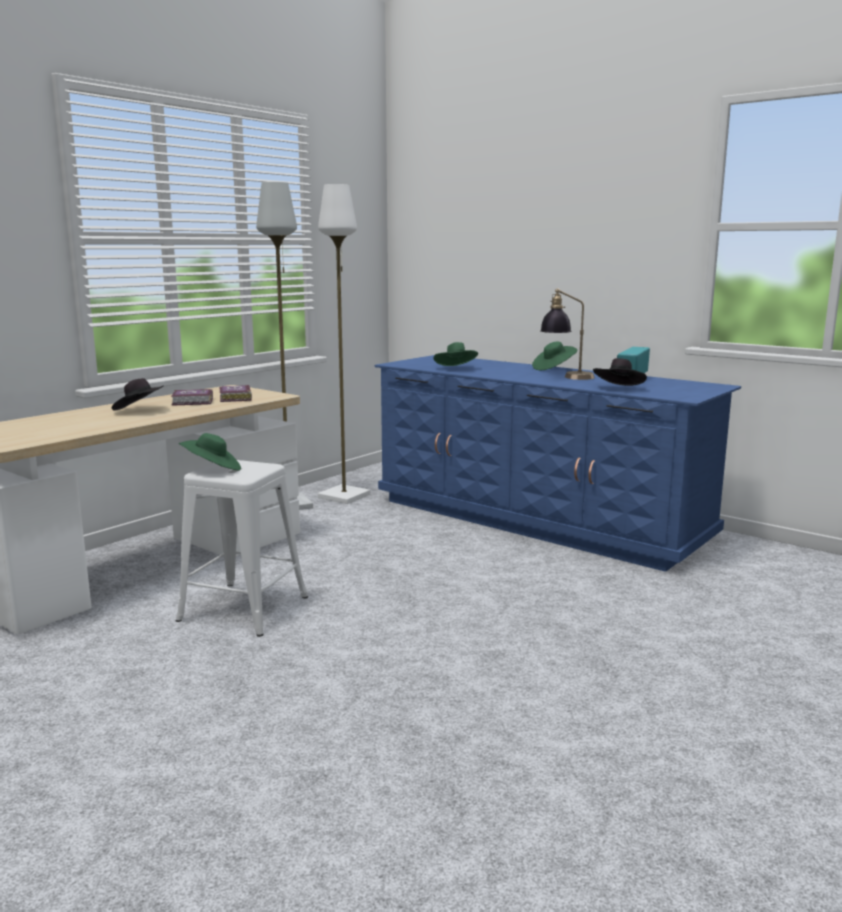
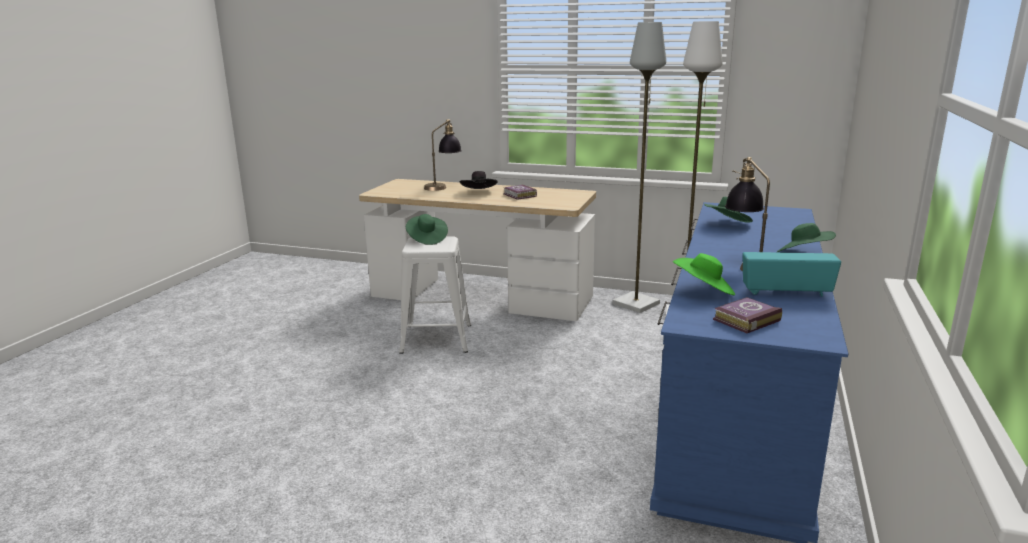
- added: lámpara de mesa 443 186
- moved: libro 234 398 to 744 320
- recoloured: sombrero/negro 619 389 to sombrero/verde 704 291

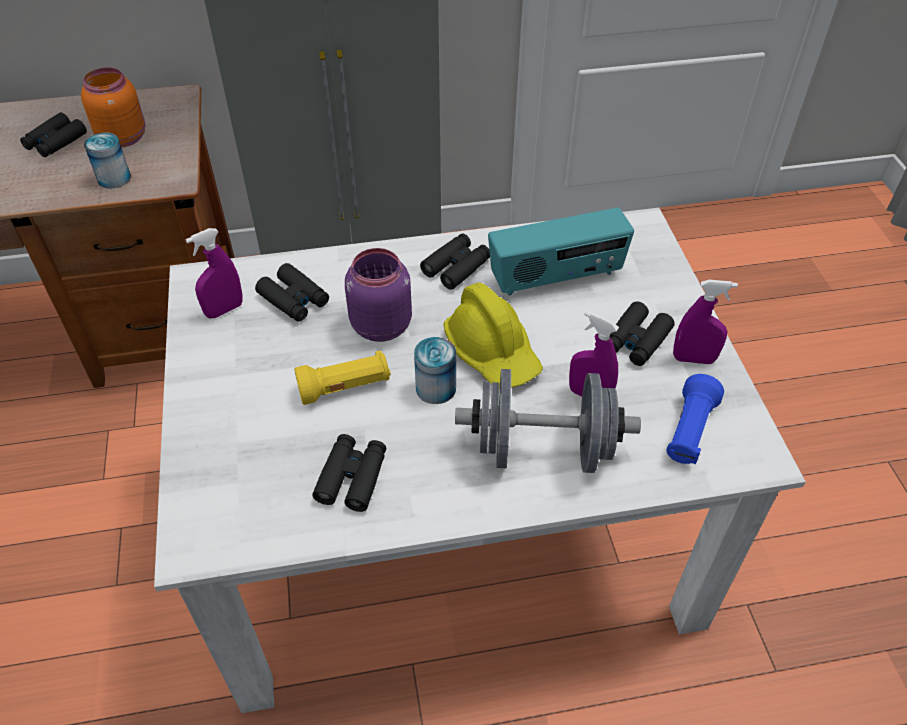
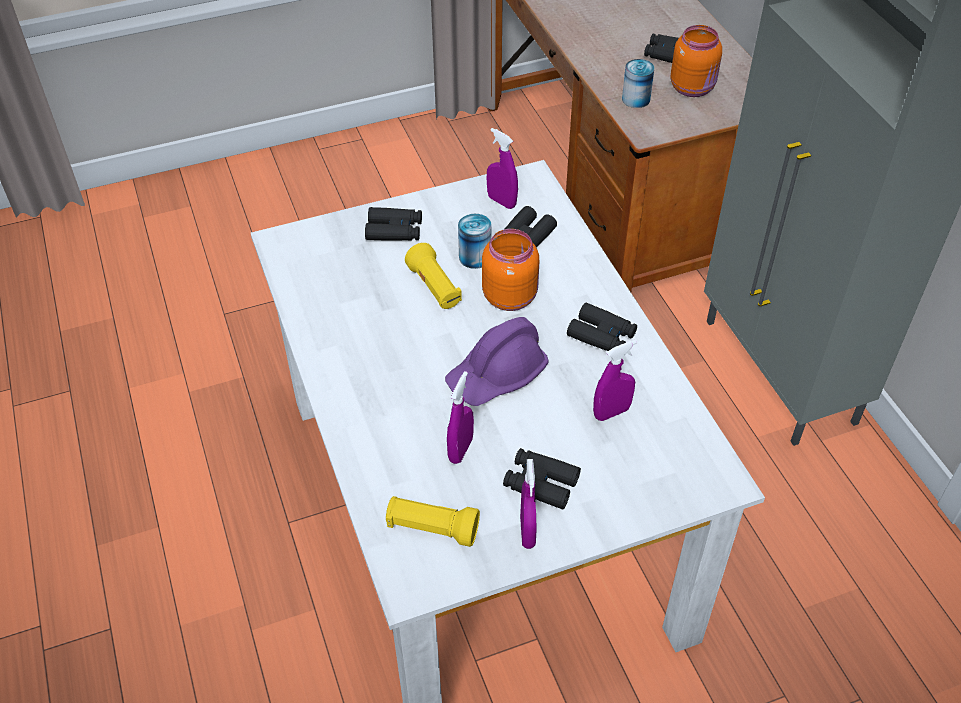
- removed: mancuerna/gris 543 449
- moved: prismáticos/negro 352 477 to 394 230
- moved: lata 436 388 to 475 257
- replaced: radio 556 278 to pulverizador/morado 611 412
- recoloured: tarro/morado 379 325 to tarro/naranja 510 296
- recoloured: casco/amarillo 492 352 to casco/morado 497 375
- recoloured: linterna/azul 689 432 to linterna/amarillo 432 528

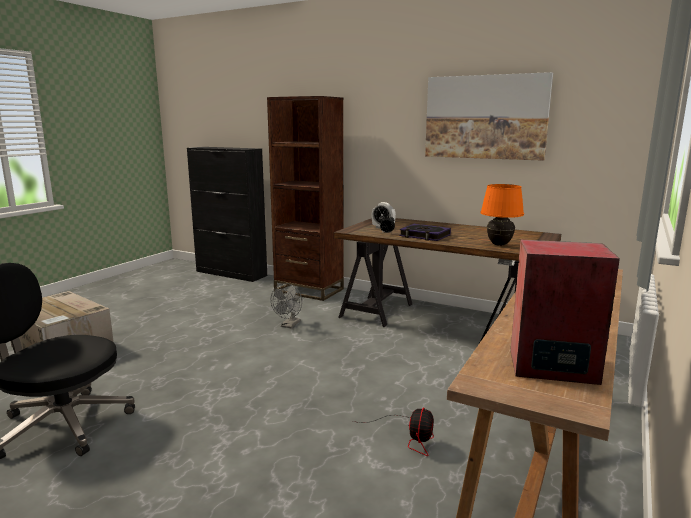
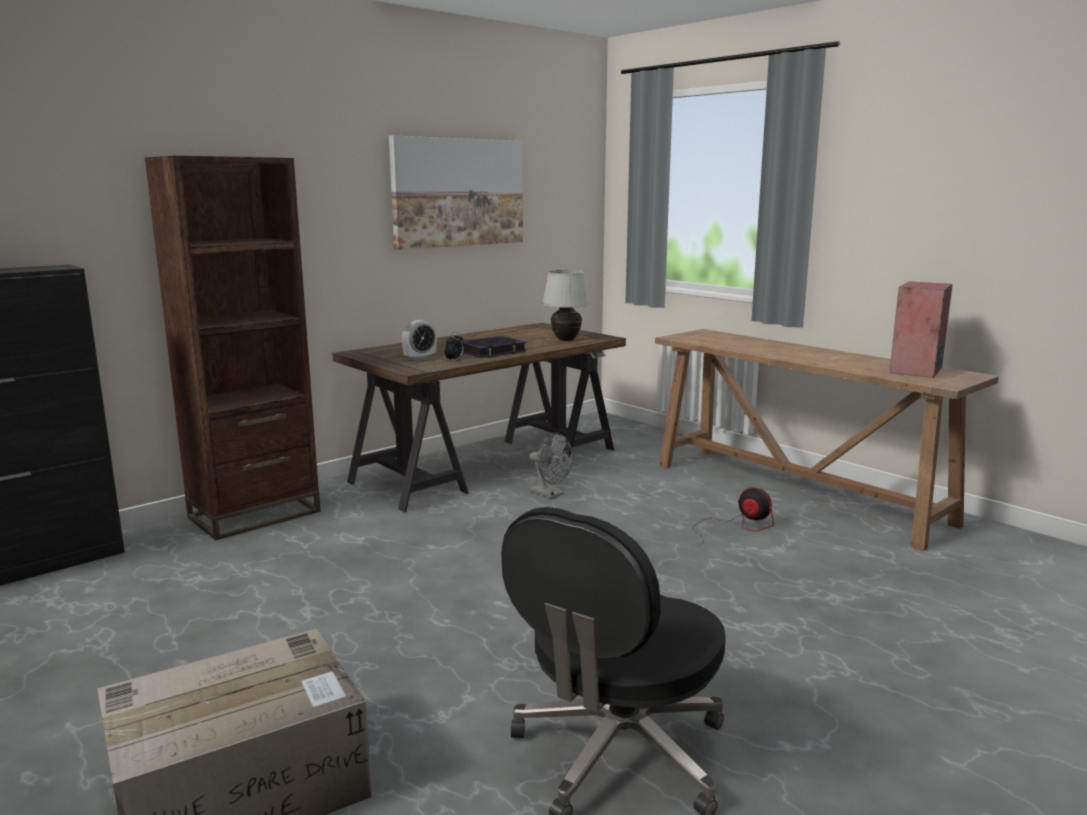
- moved: ventilador/gris 289 325 to 550 494
- recoloured: lámpara de mesa/naranja 499 245 to lámpara de mesa/blanco 566 340

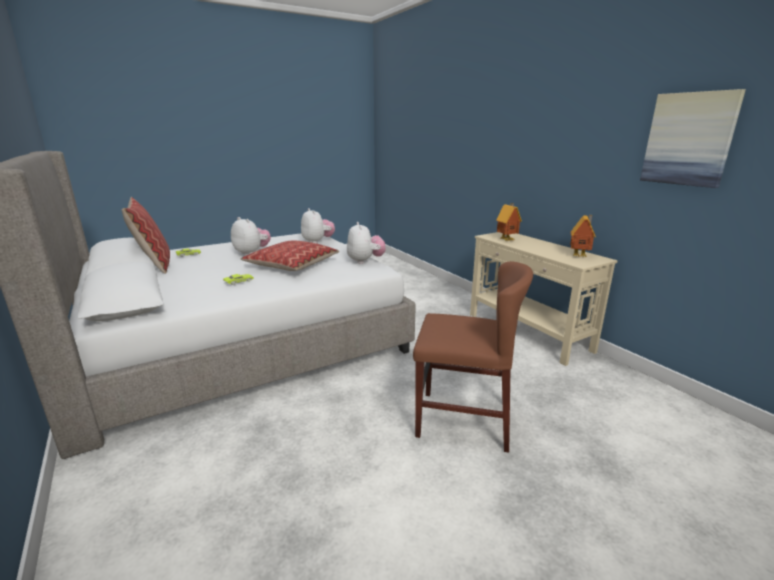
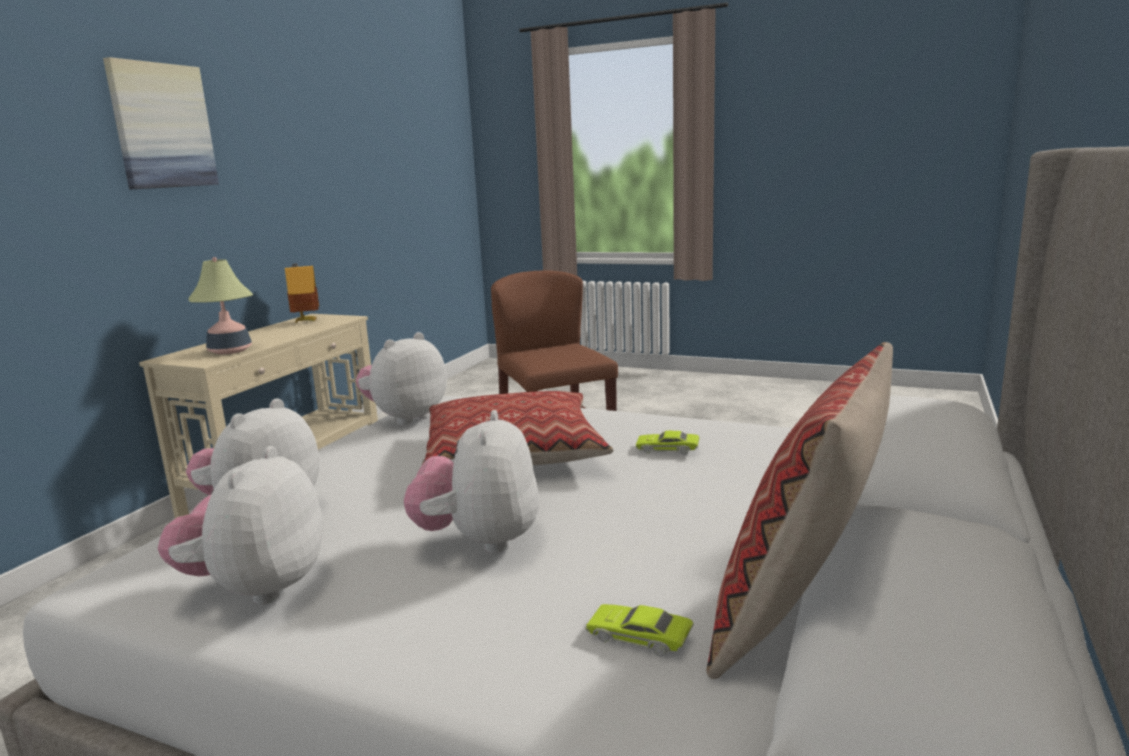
- added: peluche 257 588
- moved: cuadro 689 139 to 162 126
- replaced: casita 507 240 to lámpara de mesa 230 350

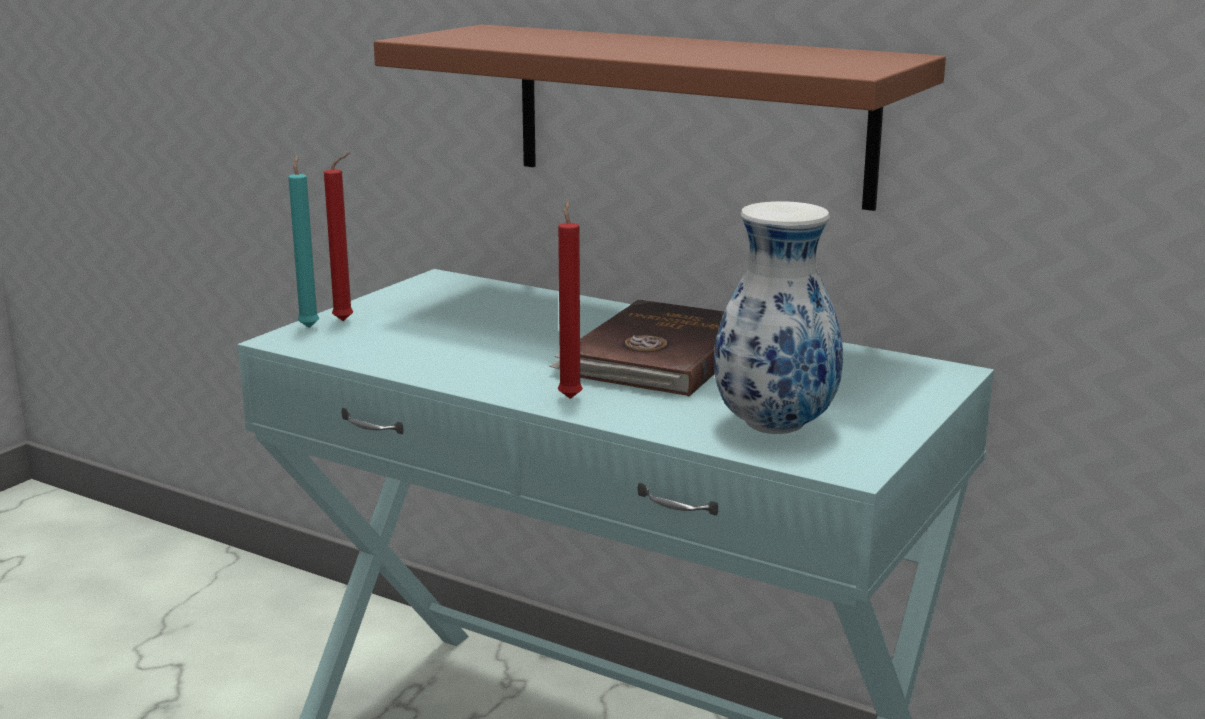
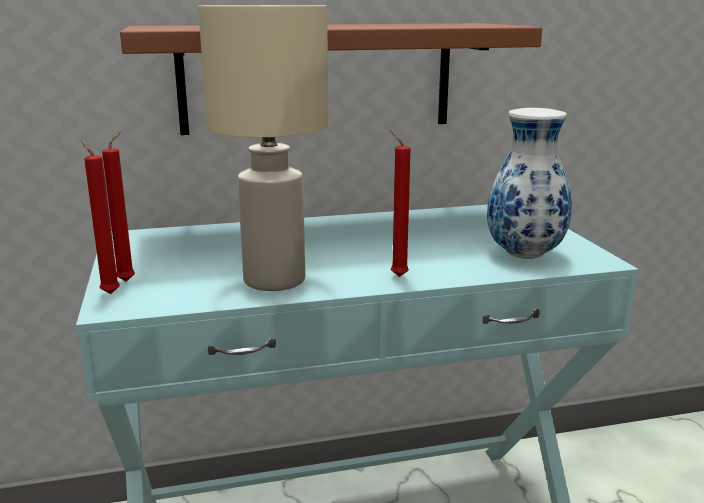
- removed: libro/marrón 657 356
- added: lámpara de mesa/beis 274 280
- recoloured: vela/turquesa 309 326 to vela/rojo 109 293

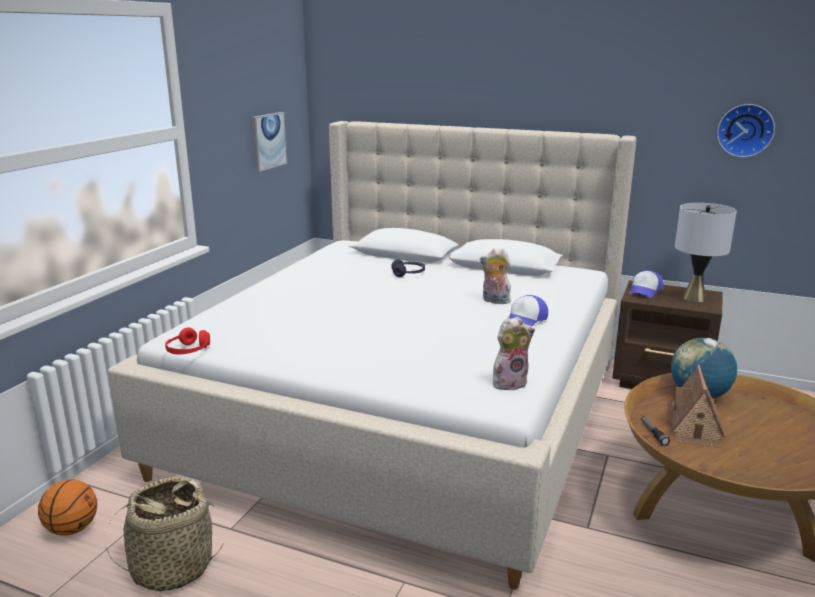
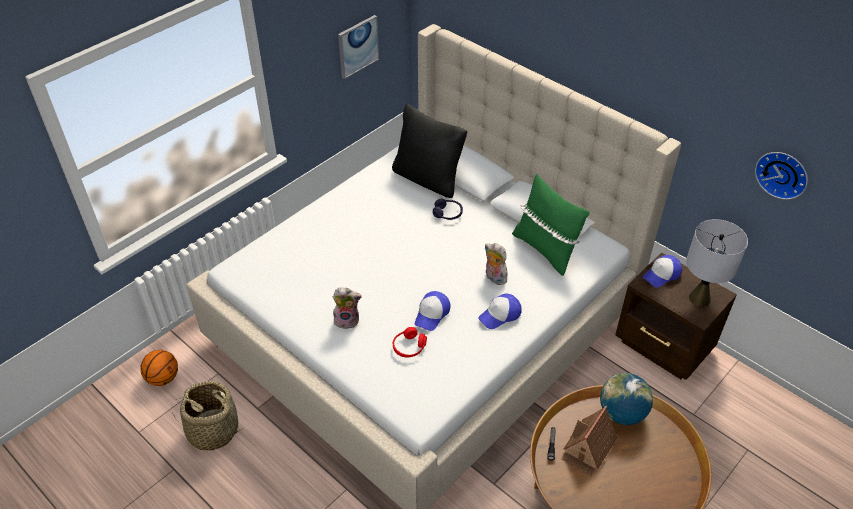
- added: cojín/negro 428 179
- added: gorra 432 314
- added: cojín/verde 545 249
- moved: auriculares/rojo 188 350 to 409 347
- moved: peluche 509 382 to 347 320

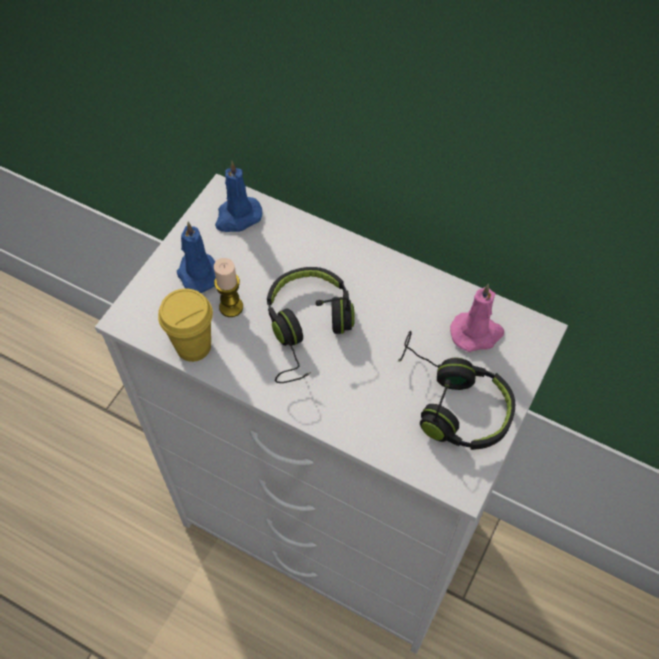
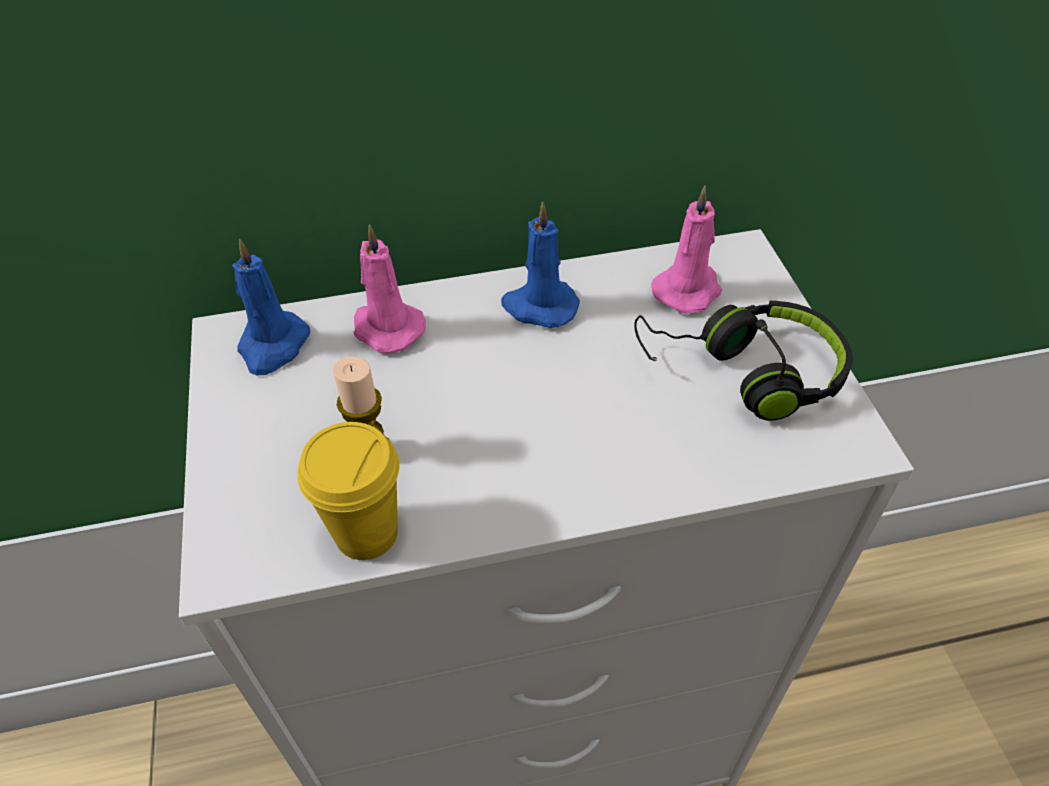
- removed: auriculares/negro 308 329
- added: vela/rosa 386 328
- moved: vela/azul 198 272 to 539 306

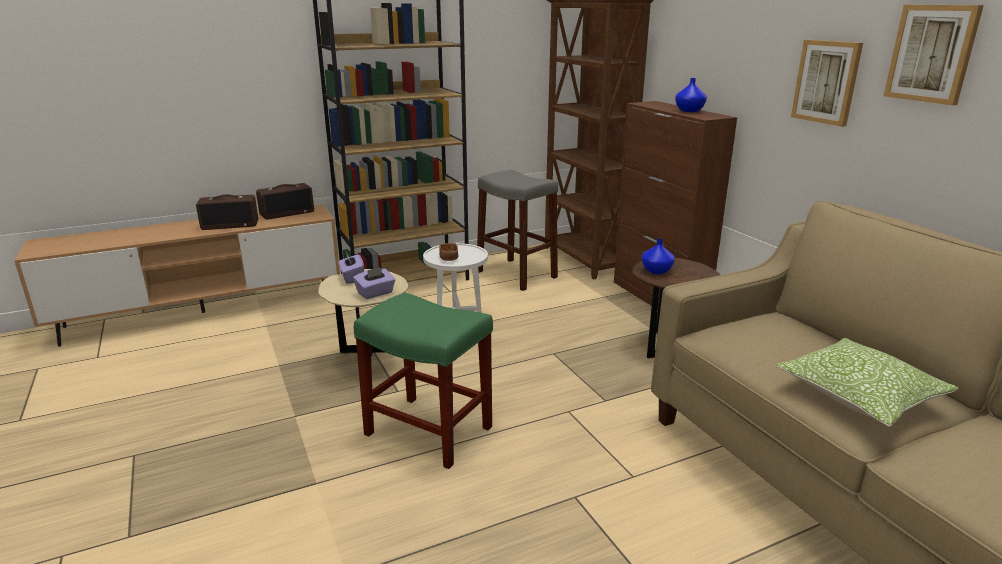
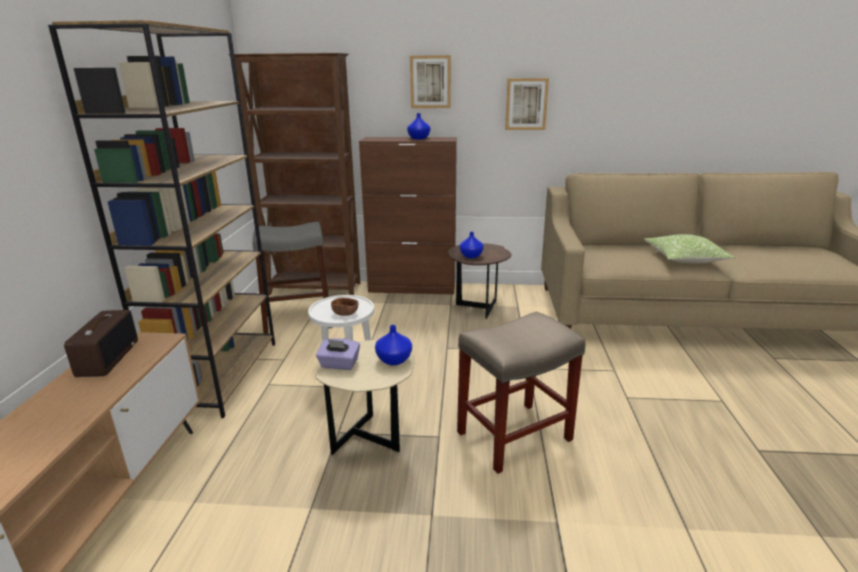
- removed: radio 230 225
- moved: cuadro 932 53 to 430 82
- replaced: caja de pañuelos/morado 375 293 to florero/azul 393 360
- recoloured: taburete/verde 430 431 to taburete/beis 515 435

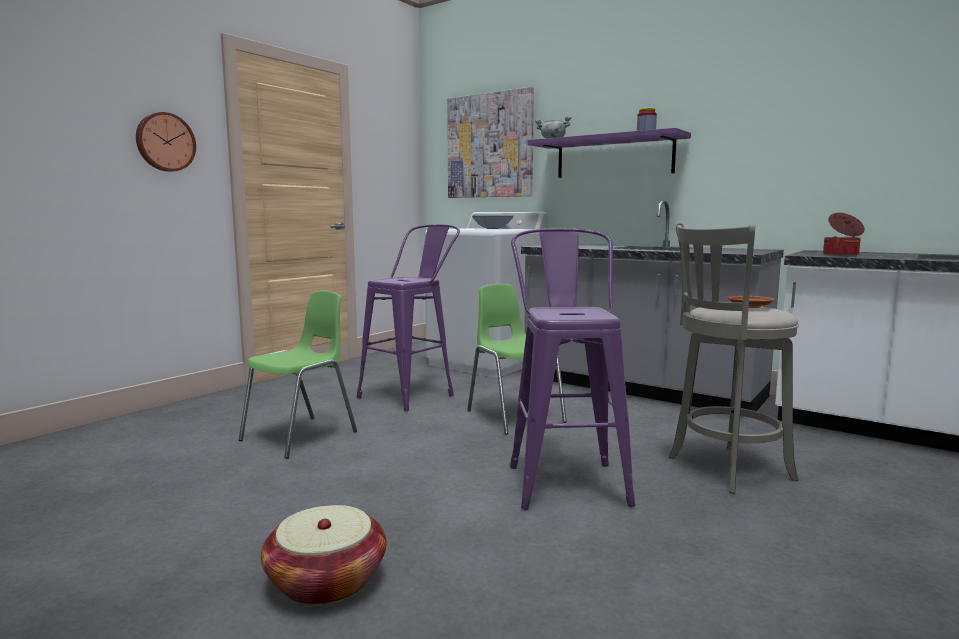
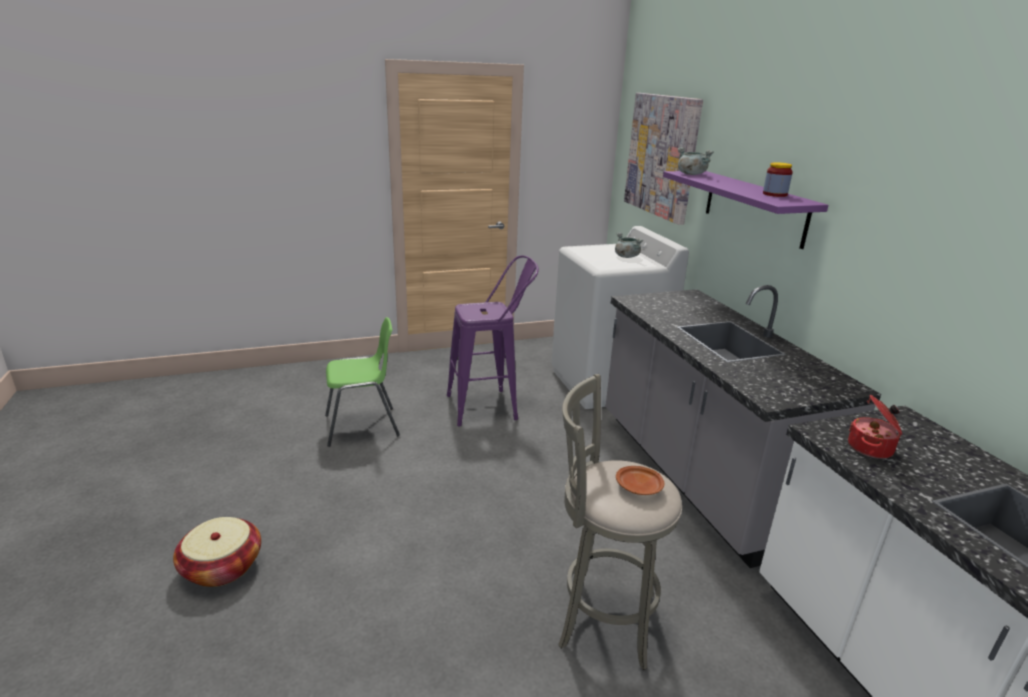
- removed: reloj de pared 165 142
- removed: silla/verde 514 416
- removed: taburete/morado 565 479
- replaced: cuenco 492 228 to olla/gris 626 256

